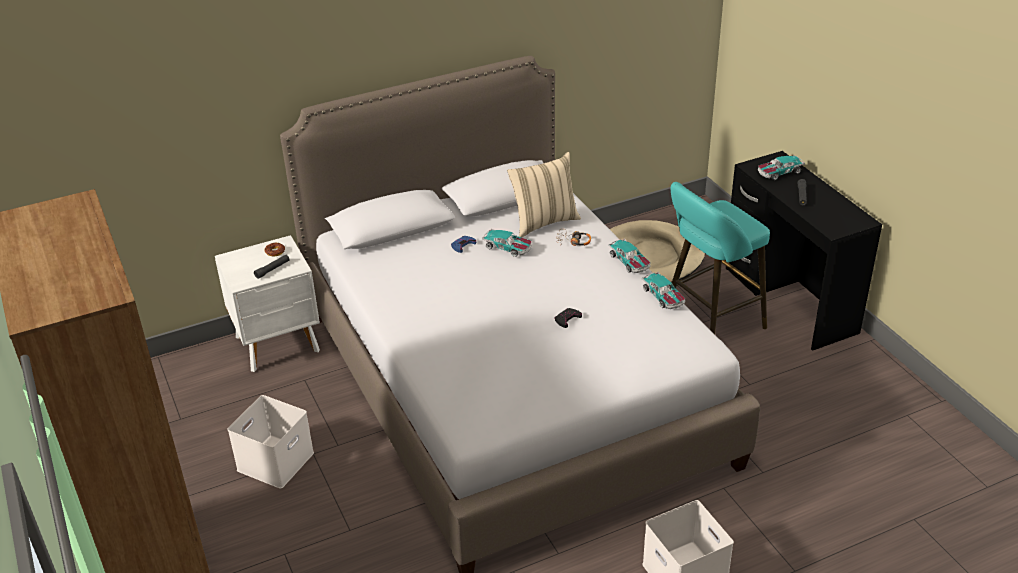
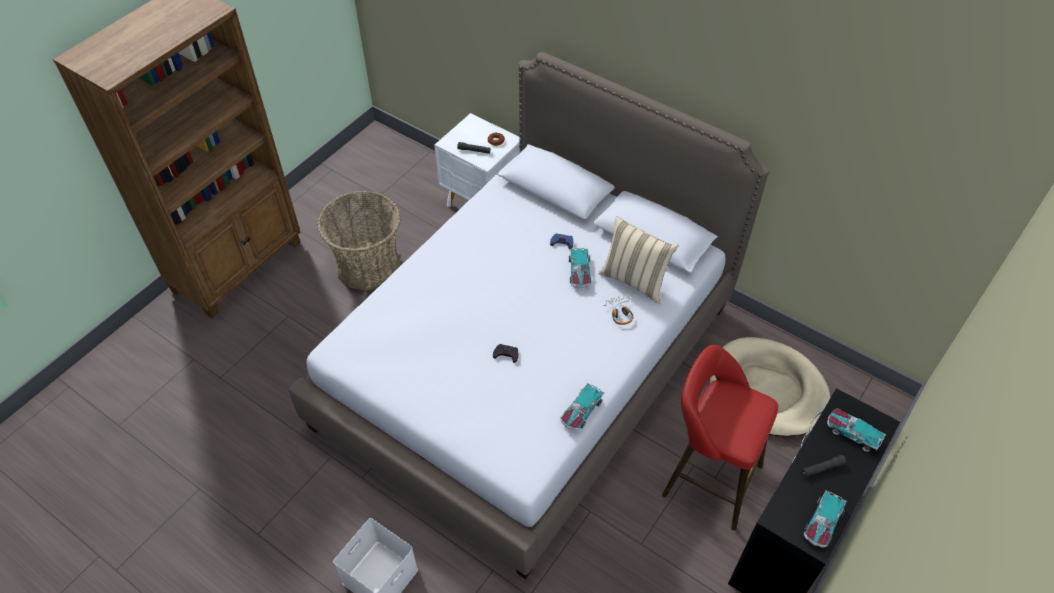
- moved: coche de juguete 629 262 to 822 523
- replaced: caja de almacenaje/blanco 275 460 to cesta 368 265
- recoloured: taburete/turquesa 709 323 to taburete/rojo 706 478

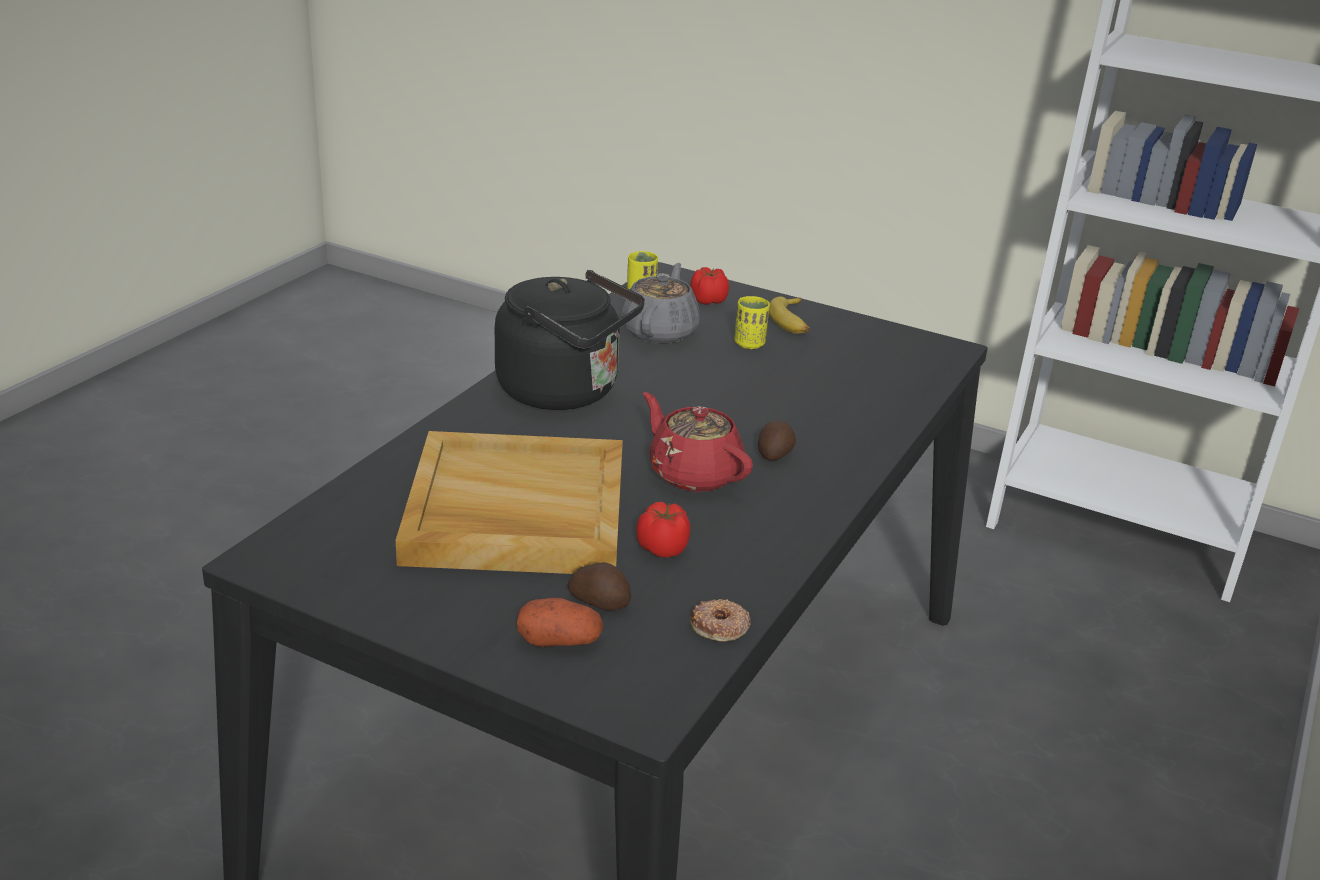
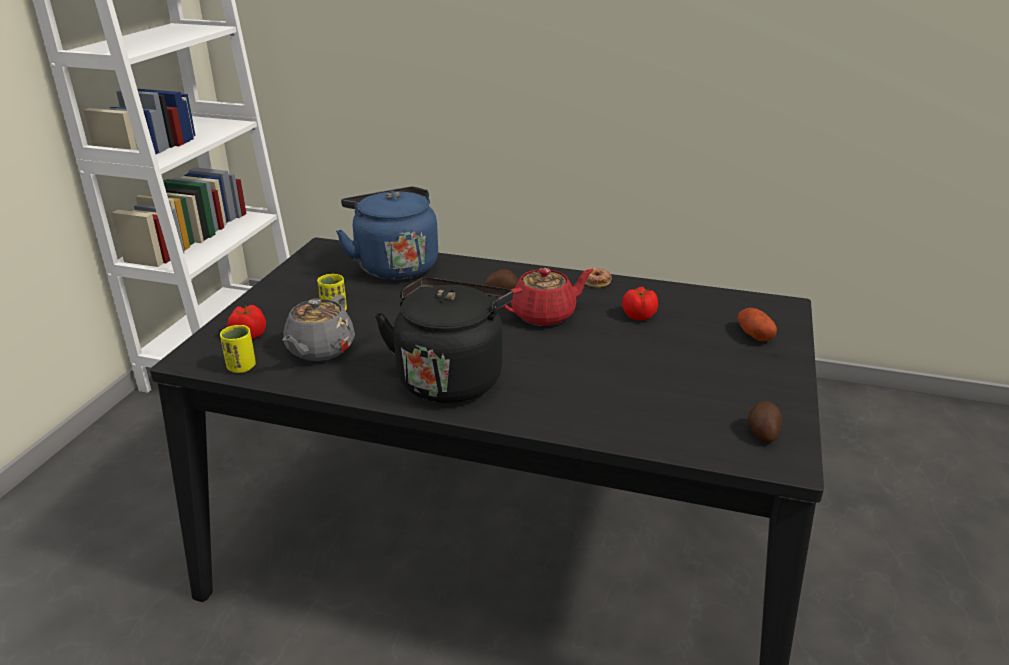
- removed: bandeja/beis 514 512
- removed: plátano 792 322
- added: hervidor/azul 394 265
- moved: patata 600 601 to 762 432
- moved: rosquilla 720 626 to 596 281
- turned: tetera/gris 660 331 = 319 350 75 degrees counterclockwise
- turned: tetera/rojo 693 473 = 545 315 150 degrees counterclockwise

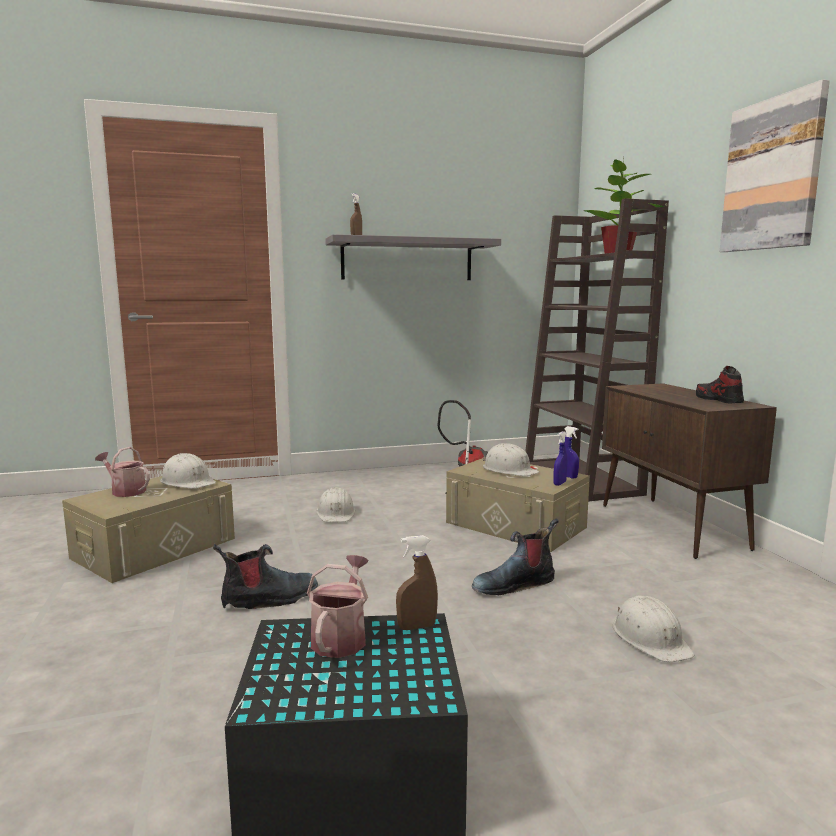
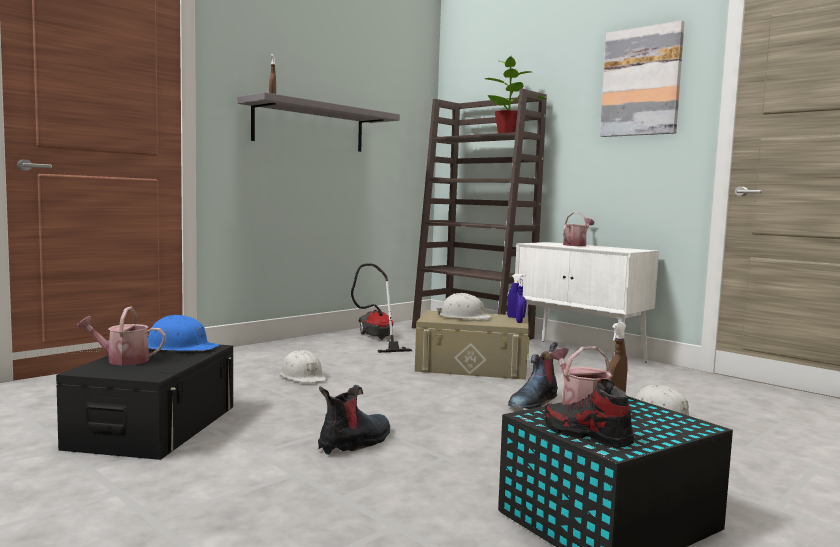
- added: regadera 576 245
- moved: zapato 718 400 to 586 435
- recoloured: caja de almacenaje/beis 155 548 to caja de almacenaje/negro 154 426
- recoloured: casco/blanco 188 482 to casco/azul 180 347
- recoloured: armario/marrón 672 527 to armario/blanco 580 355

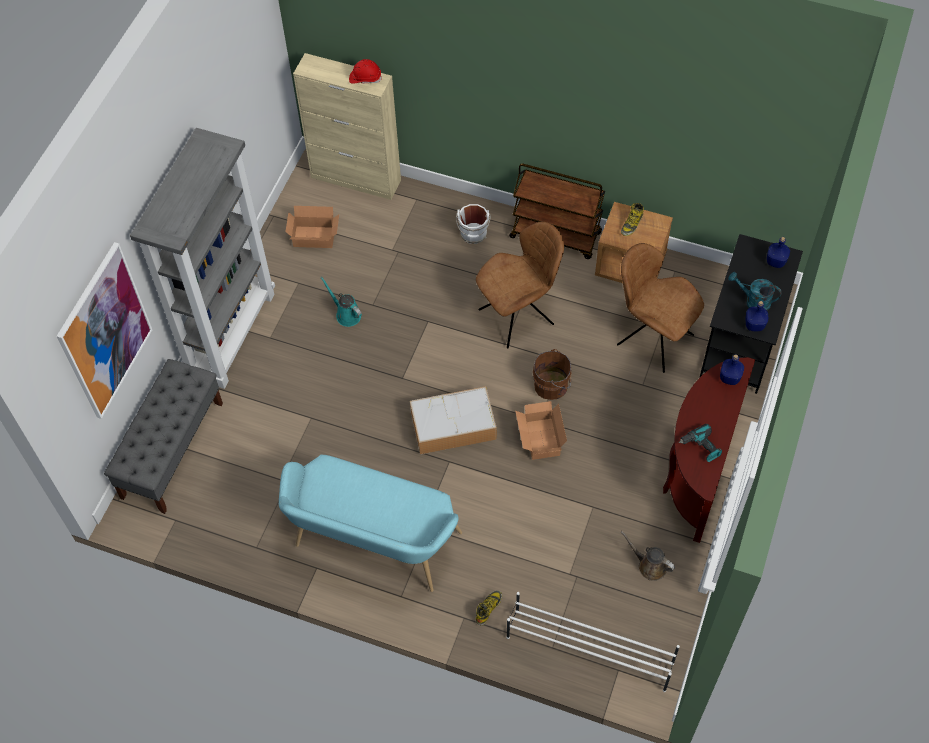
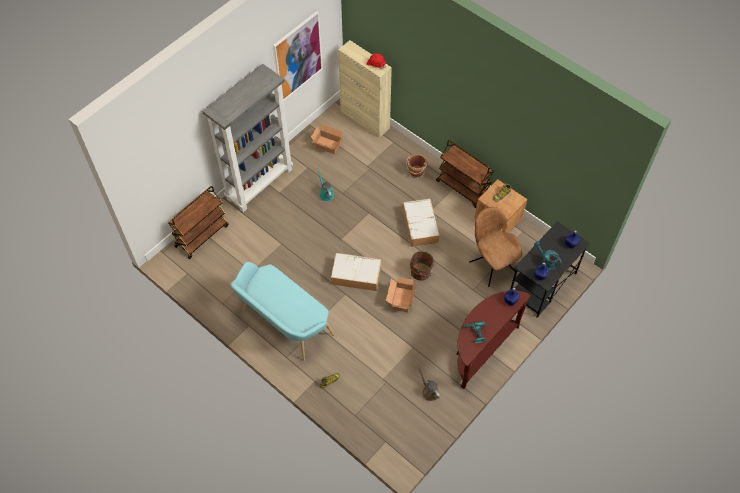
- removed: zapatero/blanco 588 649
- moved: cuadro 105 332 to 297 56
- replaced: banco/gris 172 449 to carrito/marrón 202 235
- replaced: silla/marrón 518 316 to caja de almacenaje 420 226
- recoloured: cubo/blanco 473 234 to cubo/marrón 416 172

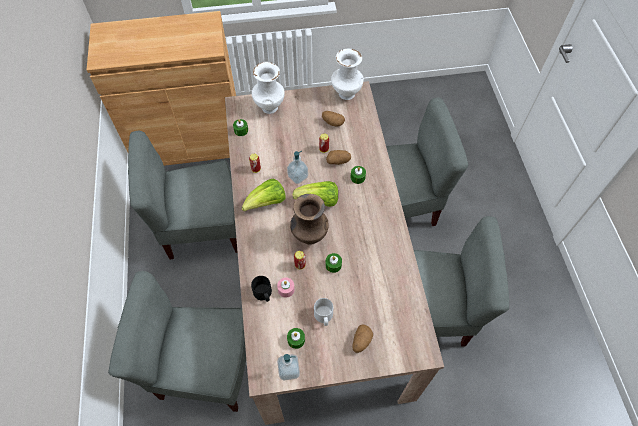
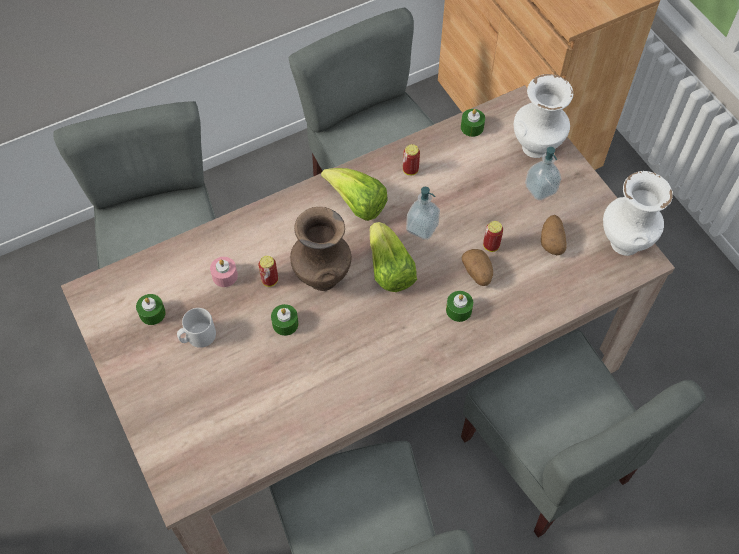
- removed: taza grande/negro 263 294
- removed: patata 361 341
- moved: dispensador de jabón 289 370 to 540 189

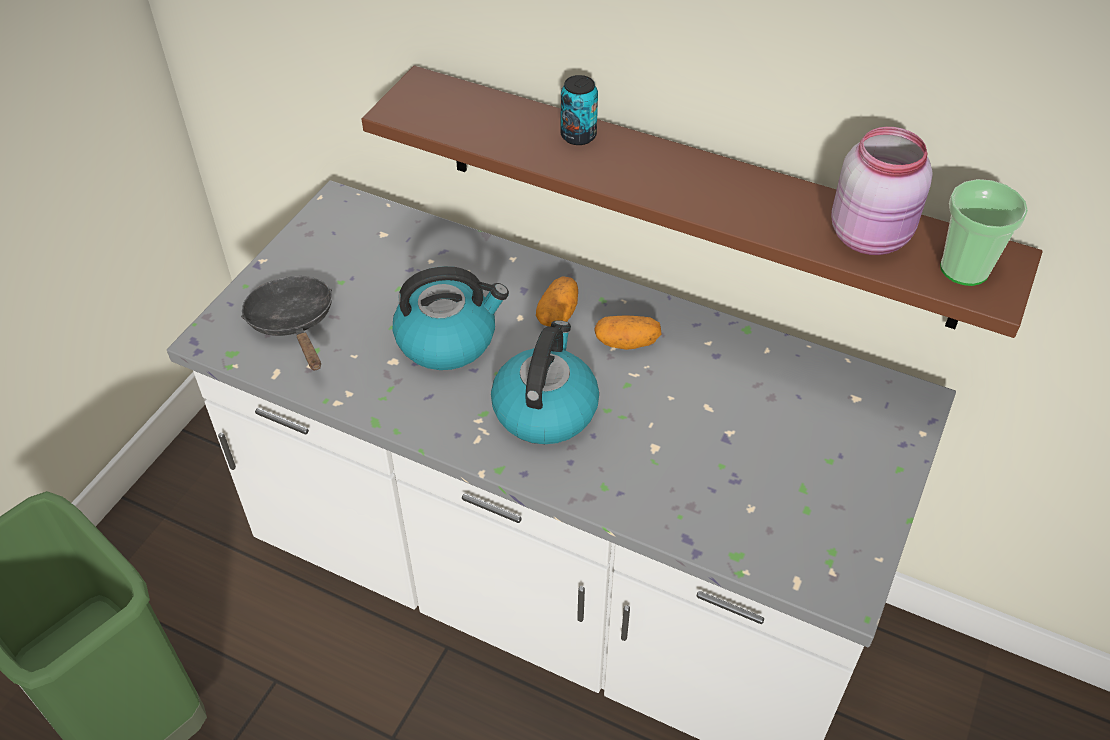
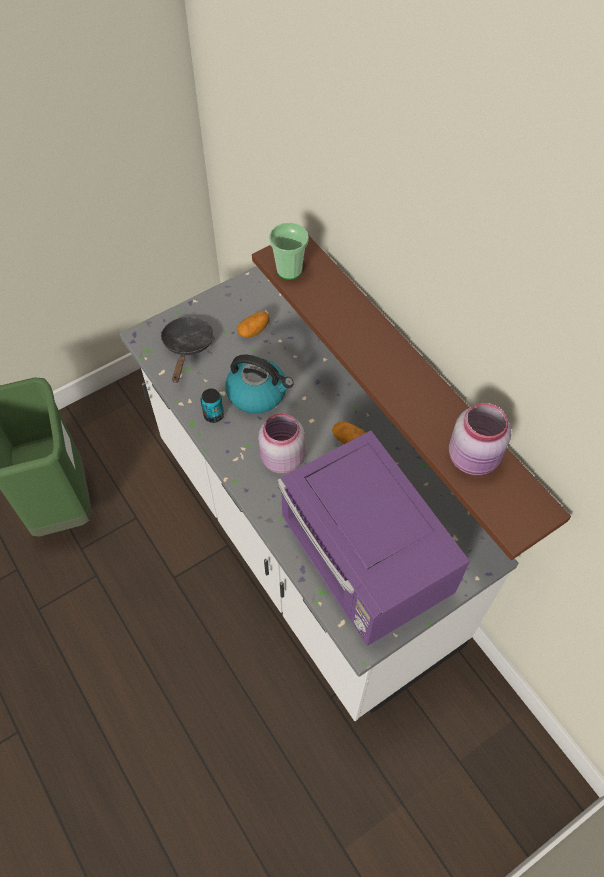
- added: microondas/morado 364 562
- moved: patata 558 313 to 254 330
- moved: lata 578 136 to 213 415
- moved: taza 964 269 to 289 270
- replaced: hervidor 545 408 to tarro/rosa 281 458

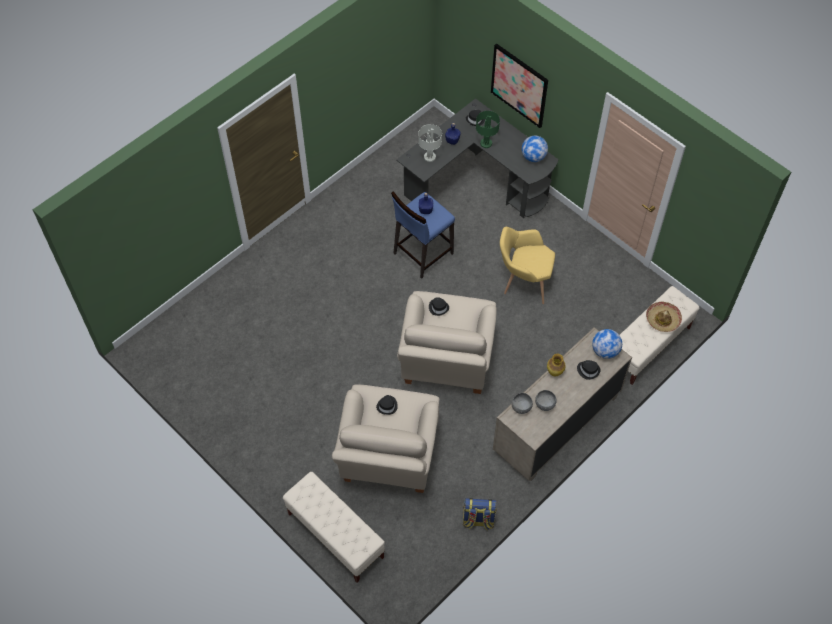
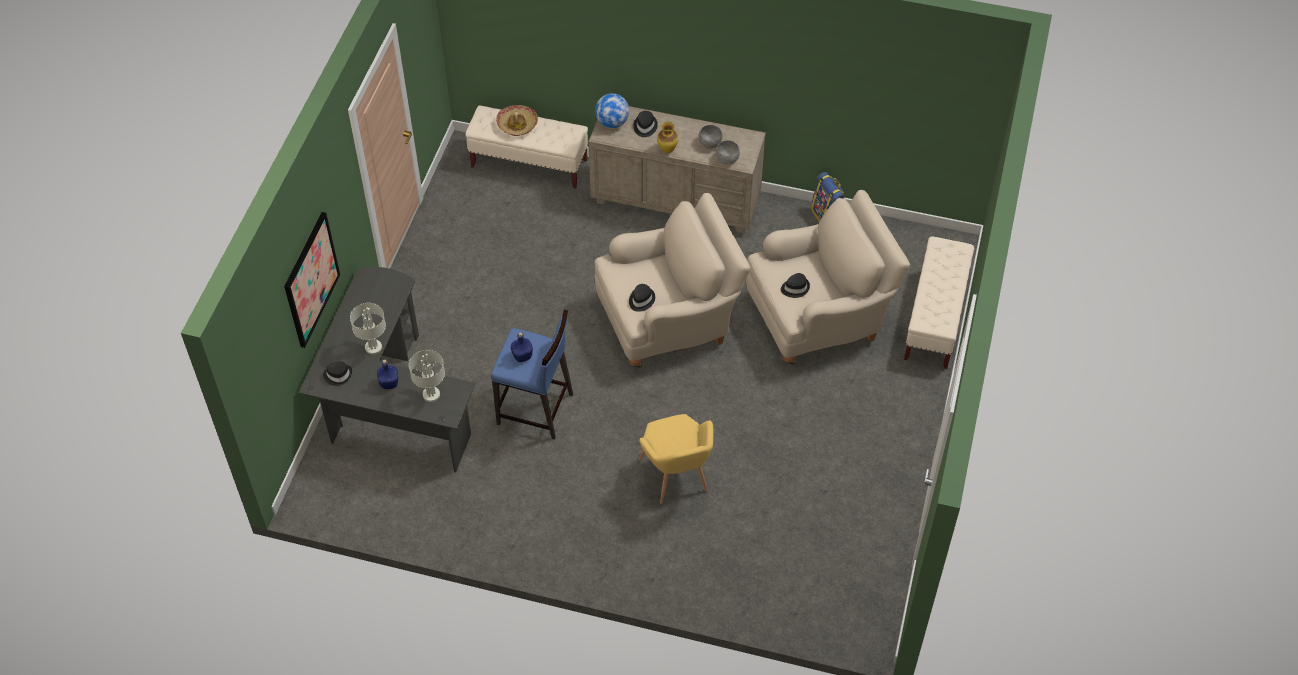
- removed: globo terráqueo 533 157
- moved: sillón/amarillo 523 282 to 676 479
- recoloured: lámpara de mesa/verde 485 143 to lámpara de mesa/gris 373 348

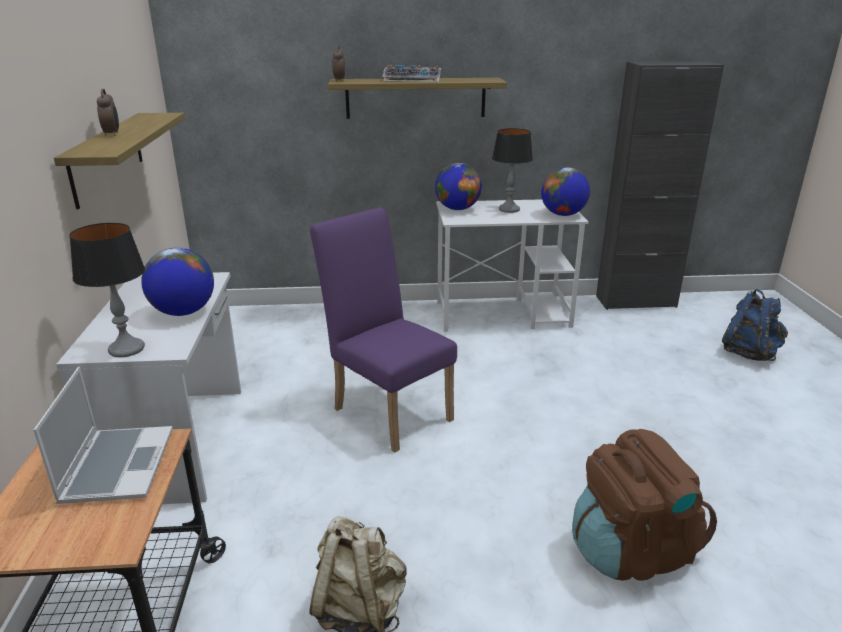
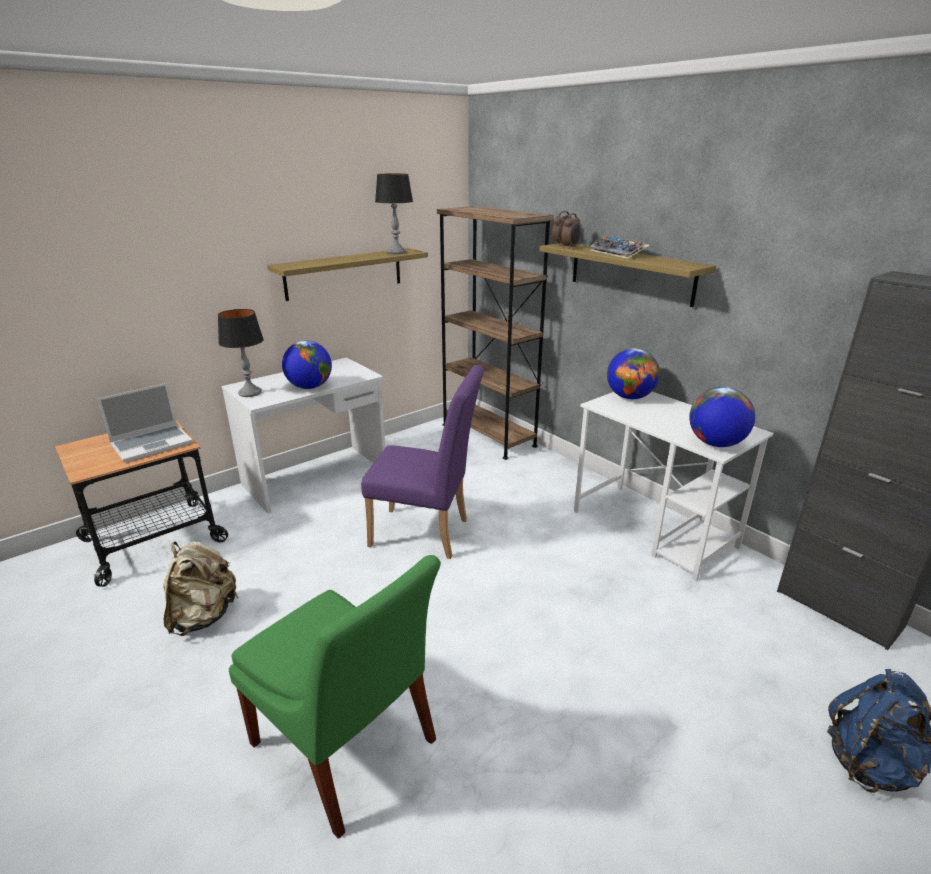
- added: estantería/marrón 488 435
- moved: despertador 112 134 to 570 247
- moved: lámpara de mesa 509 209 to 396 252
- replaced: mochila/marrón 631 550 to silla/verde 347 748
- turned: silla/morado 388 409 = 427 534 90 degrees clockwise

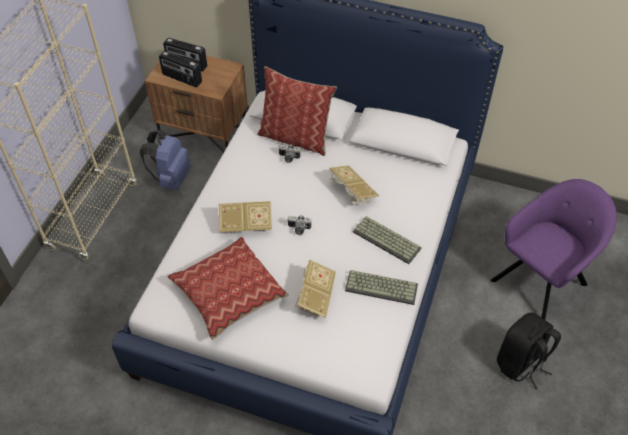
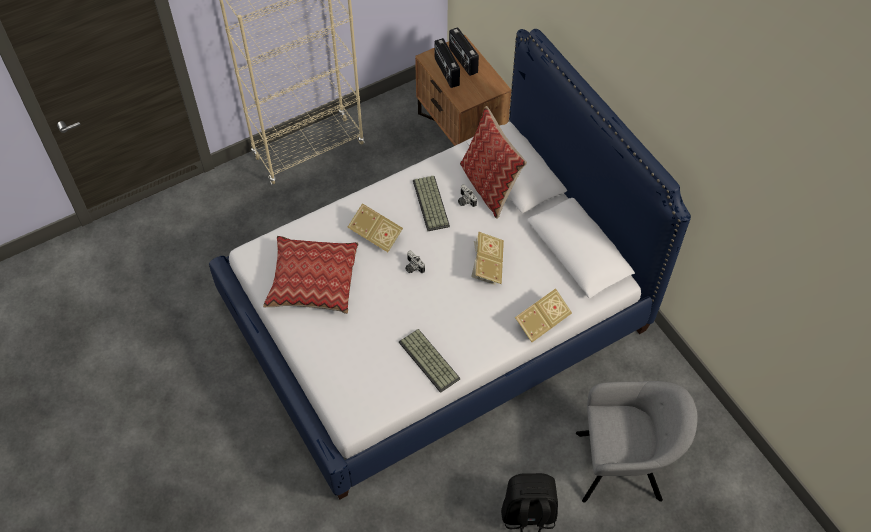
- removed: mochila/azul 171 178
- moved: libro 315 297 to 541 322
- moved: teclado 388 240 to 432 204
- recoloured: sillón/morado 541 280 to sillón/gris 623 465

